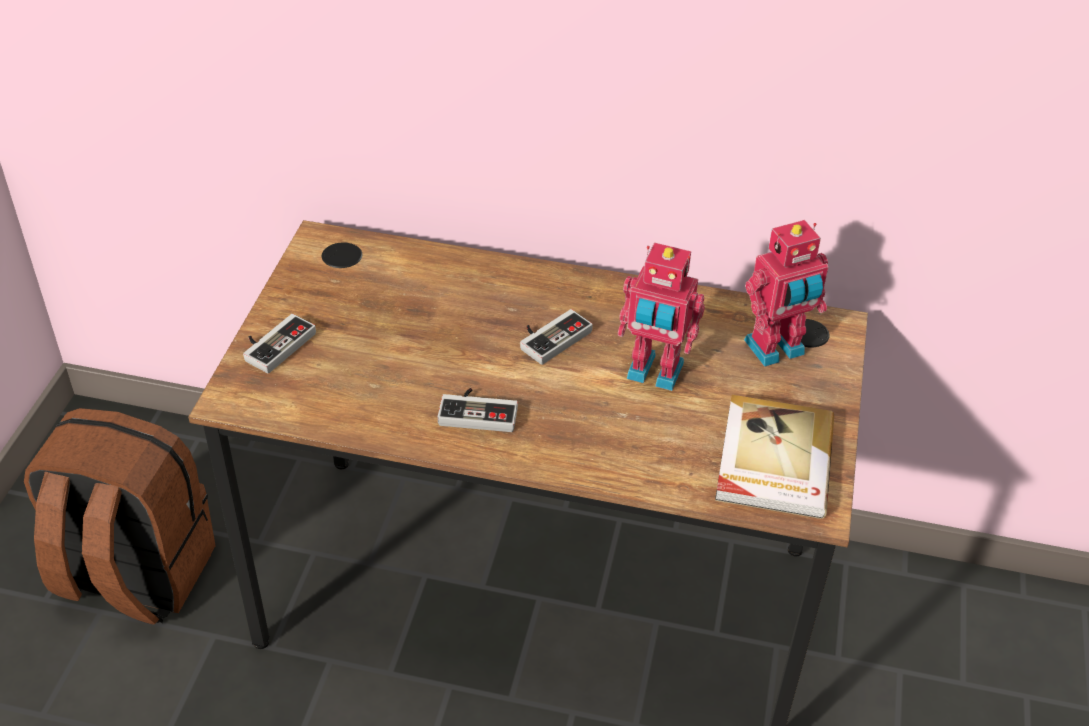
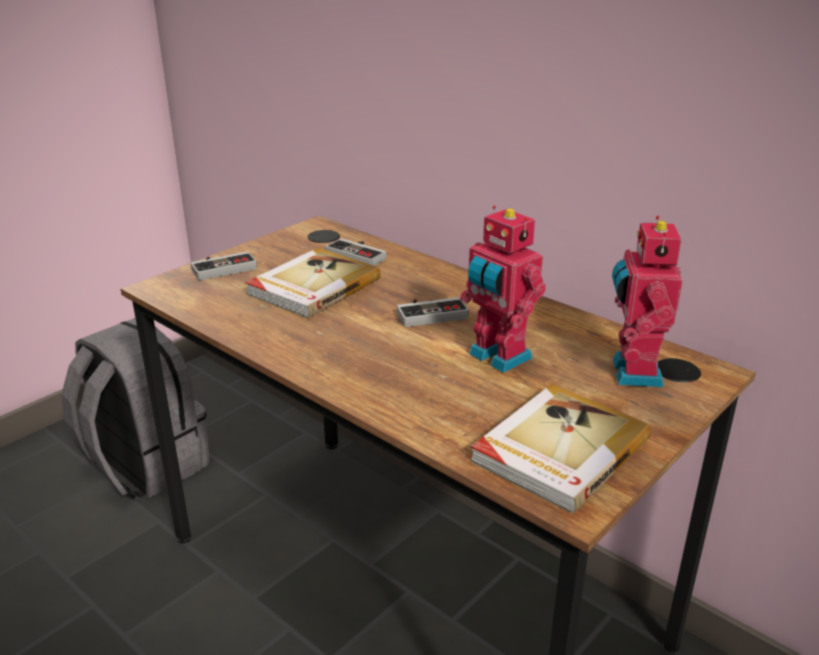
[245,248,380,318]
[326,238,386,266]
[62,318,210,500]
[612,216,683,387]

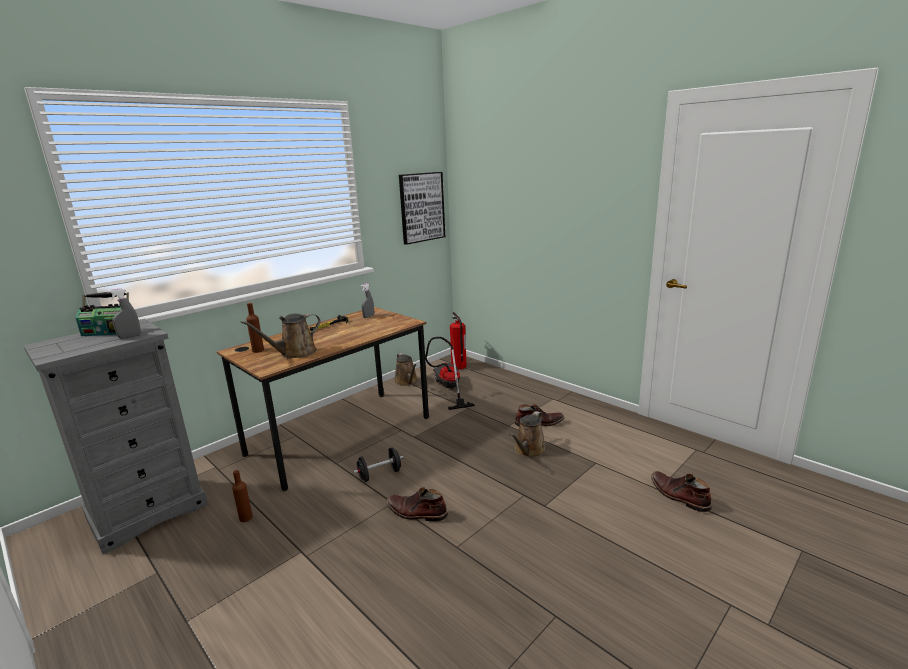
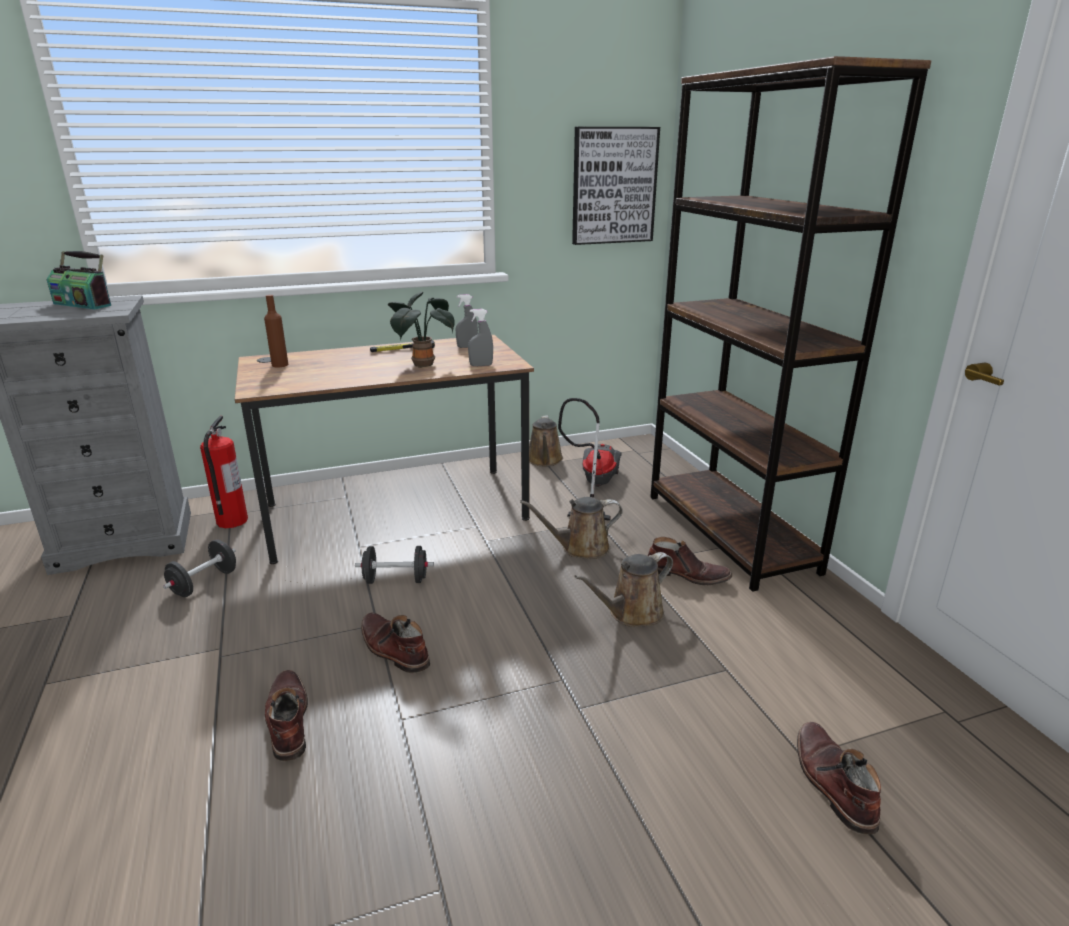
[265,670,308,761]
[388,292,454,368]
[650,56,932,592]
[468,309,493,366]
[520,497,623,559]
[200,415,248,528]
[163,539,236,597]

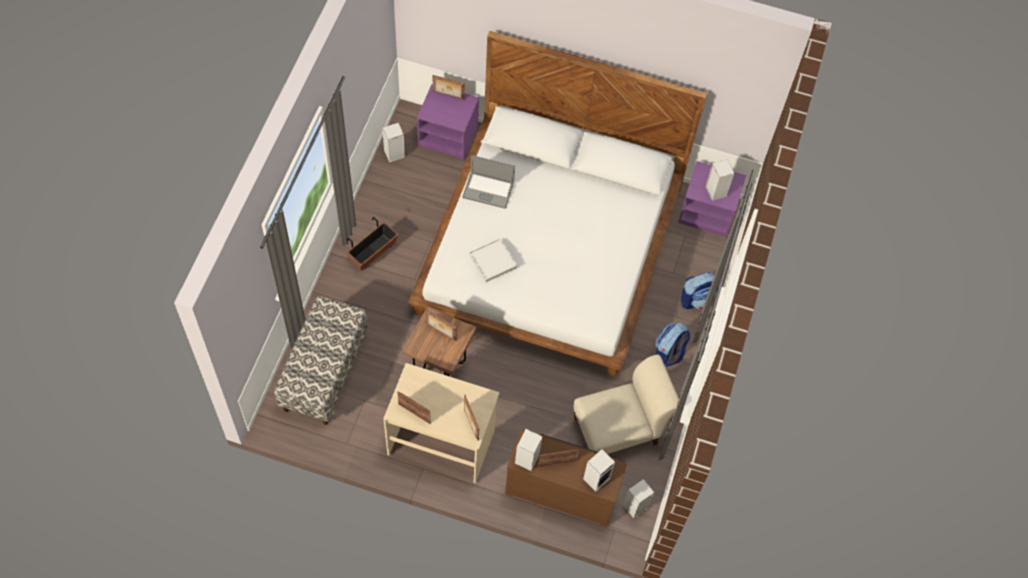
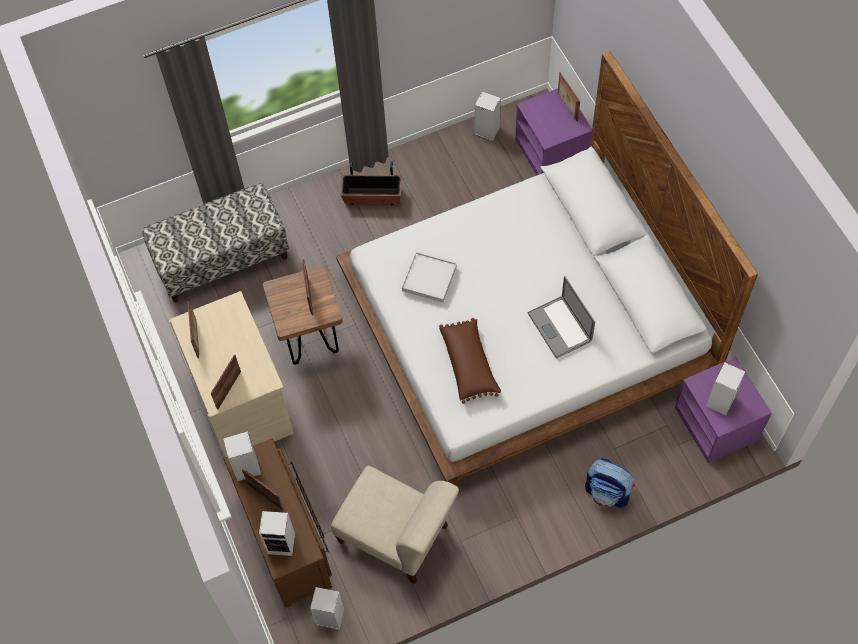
[655,323,690,367] (first image)
[439,318,501,404]
[528,276,595,358]

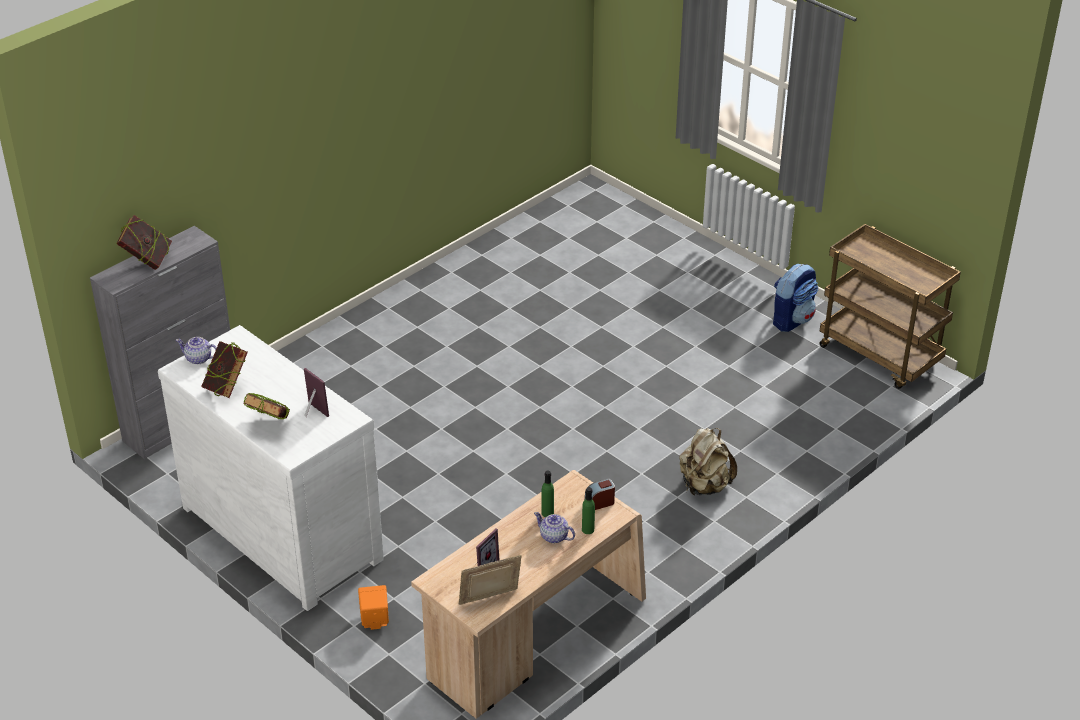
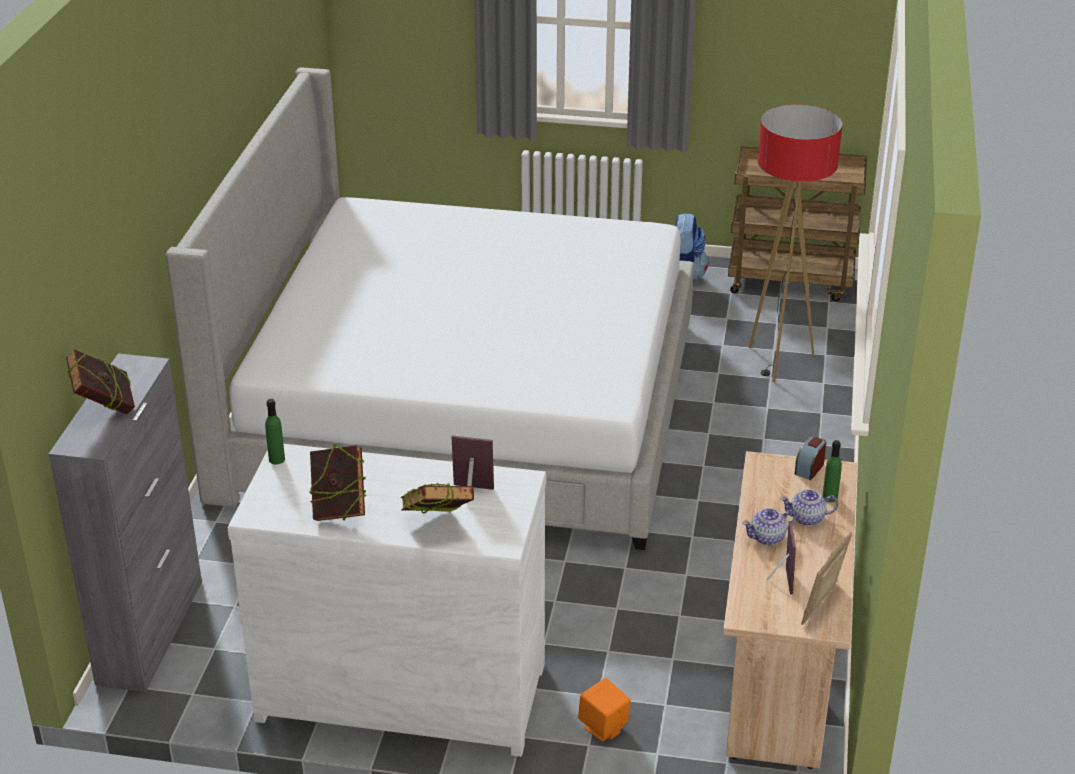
[679,428,737,496] (first image)
[166,67,694,550]
[749,104,843,382]
[742,508,796,545]
[265,399,285,464]

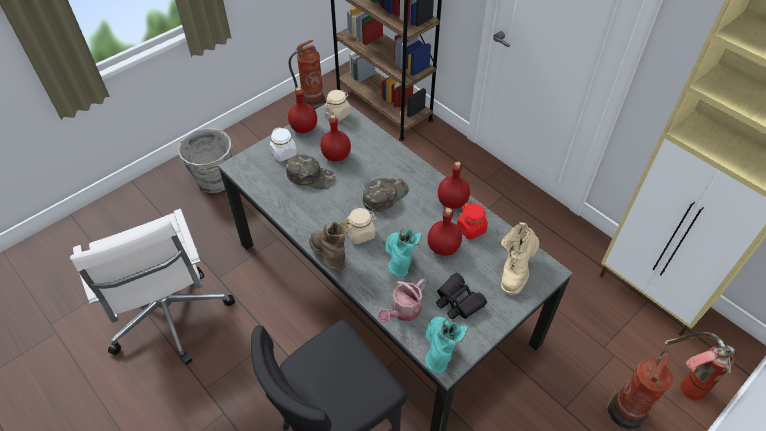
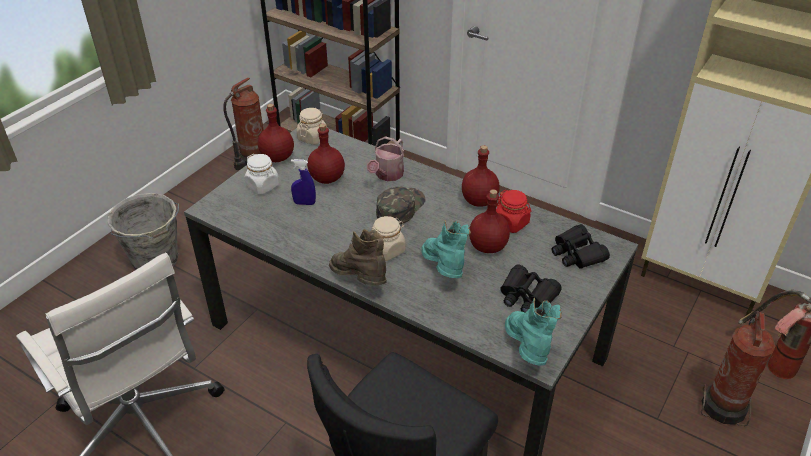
[367,136,404,181]
[291,159,316,205]
[552,224,610,269]

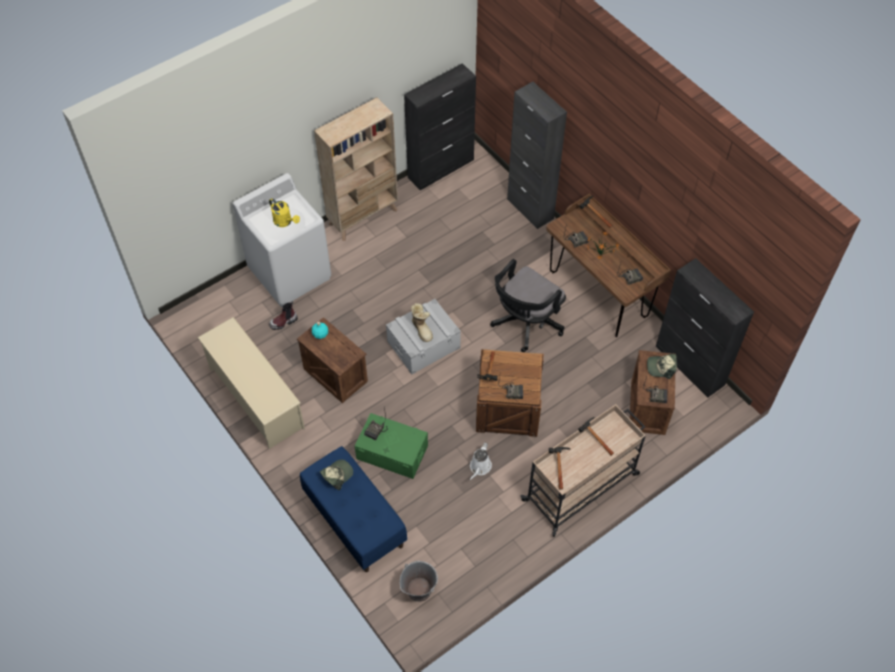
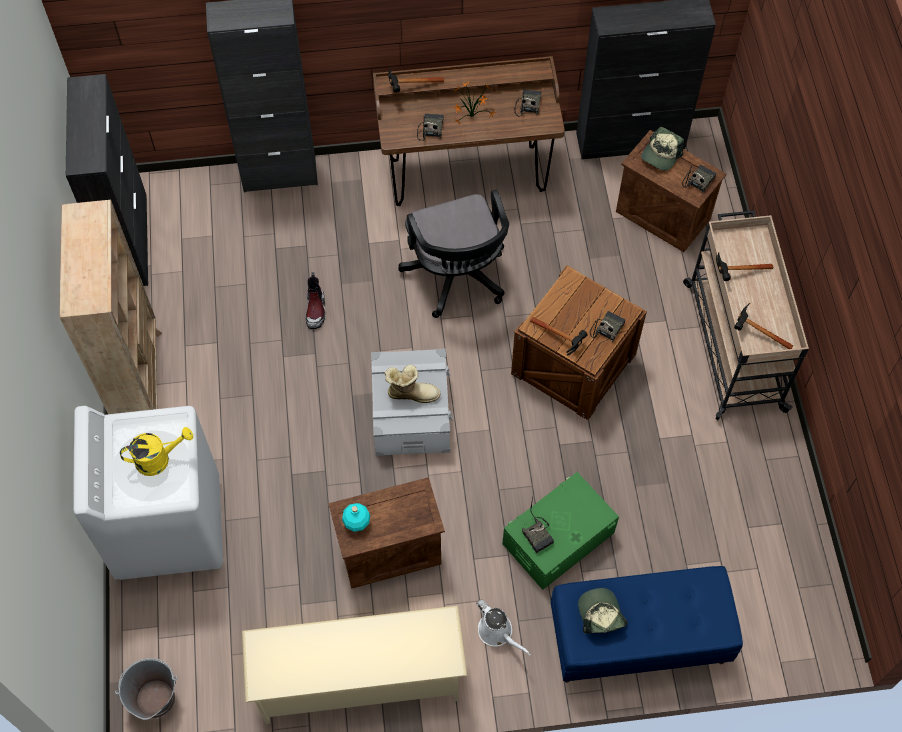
[306,272,325,329]
[115,658,177,720]
[476,599,531,655]

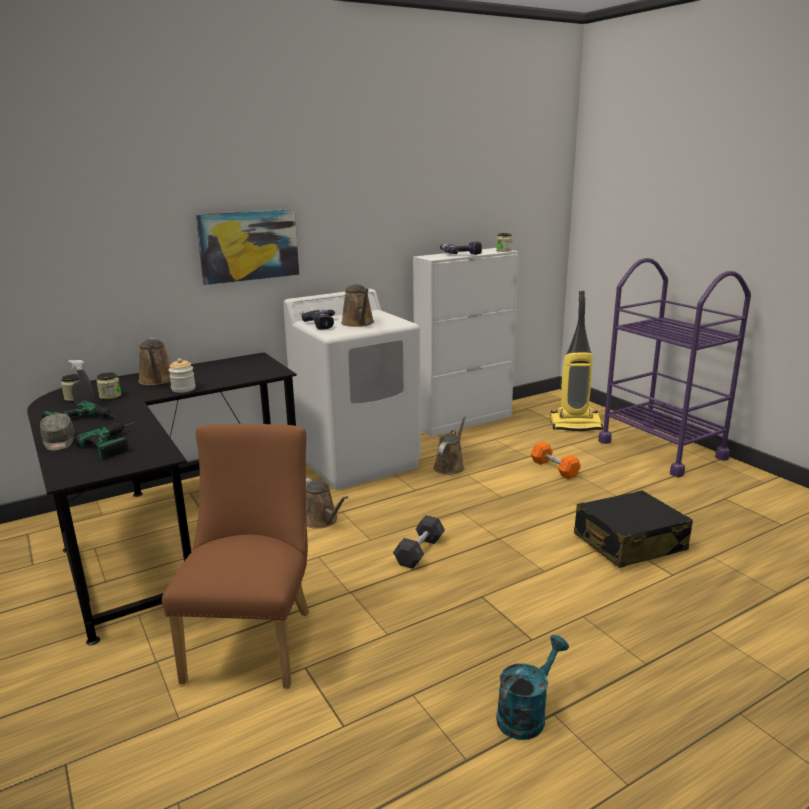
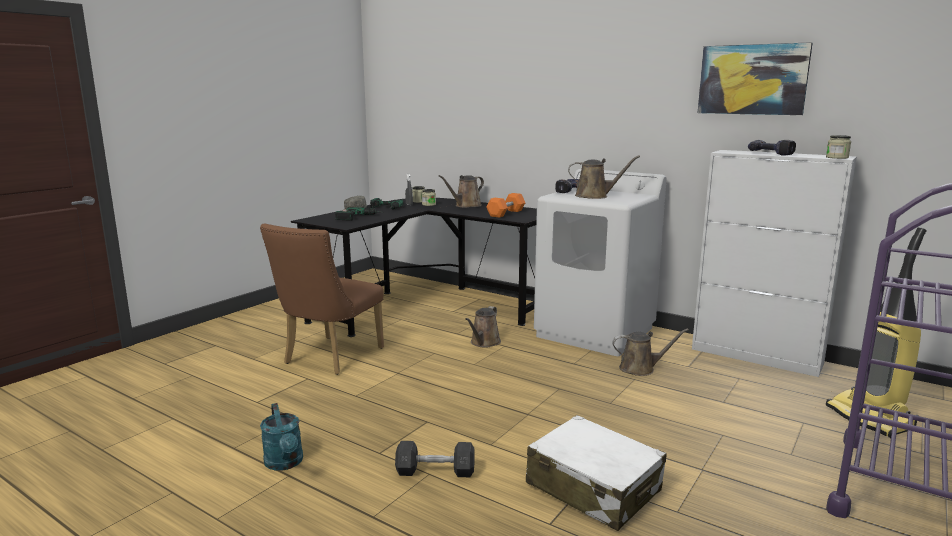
[169,358,196,393] (first image)
[698,42,813,115]
[395,441,475,477]
[486,193,525,218]
[526,415,666,531]
[260,224,384,375]
[568,155,640,199]
[260,403,303,471]

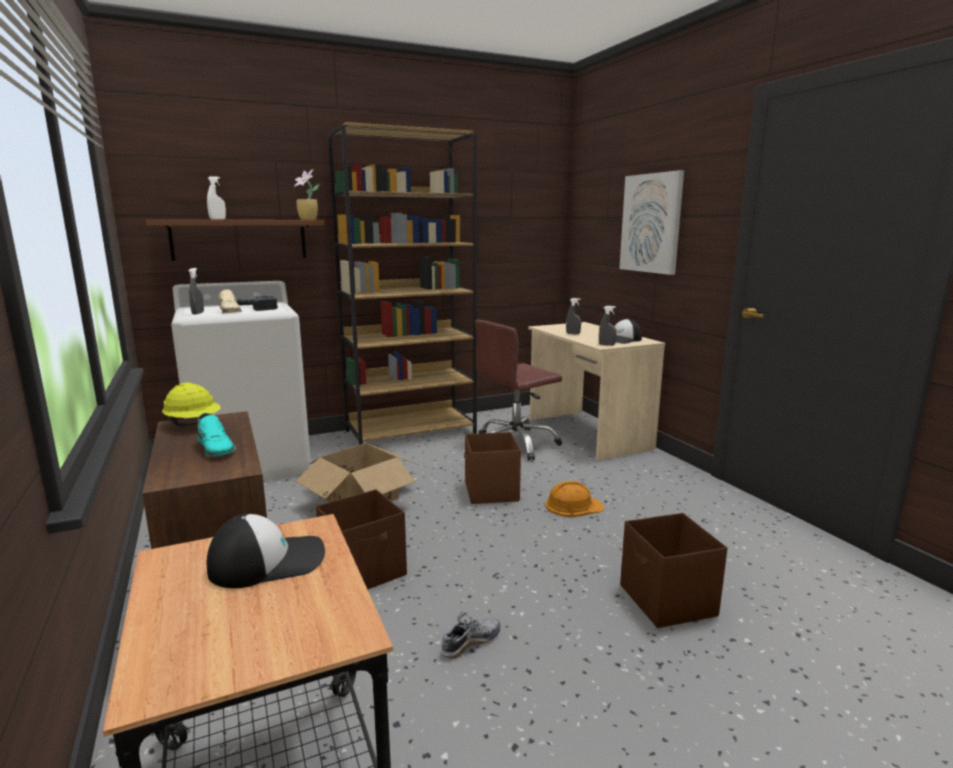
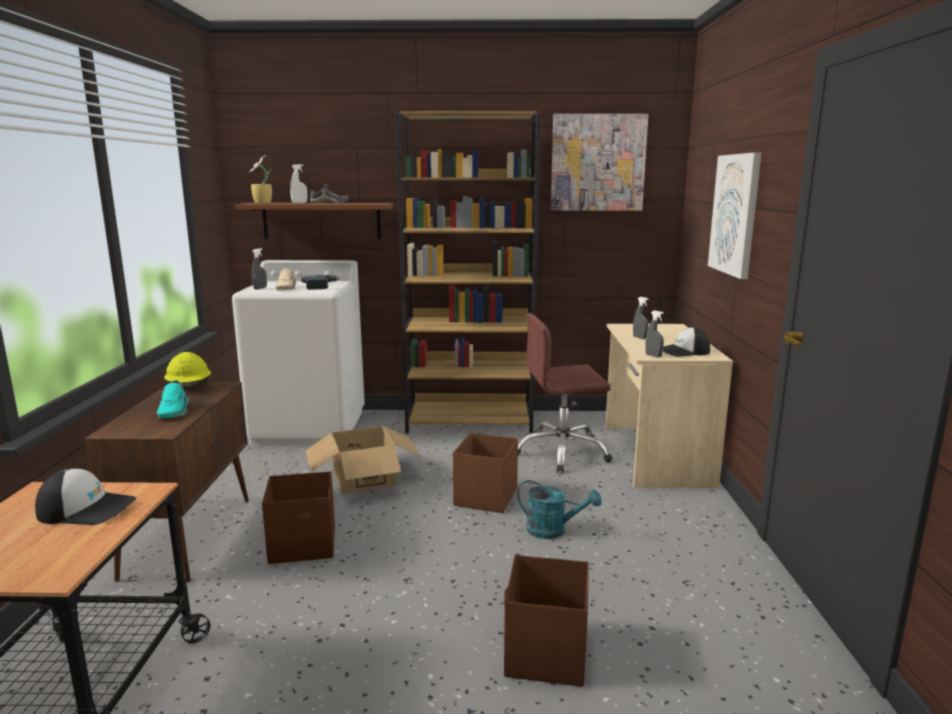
[551,114,649,211]
[249,155,272,204]
[309,184,349,203]
[517,480,602,539]

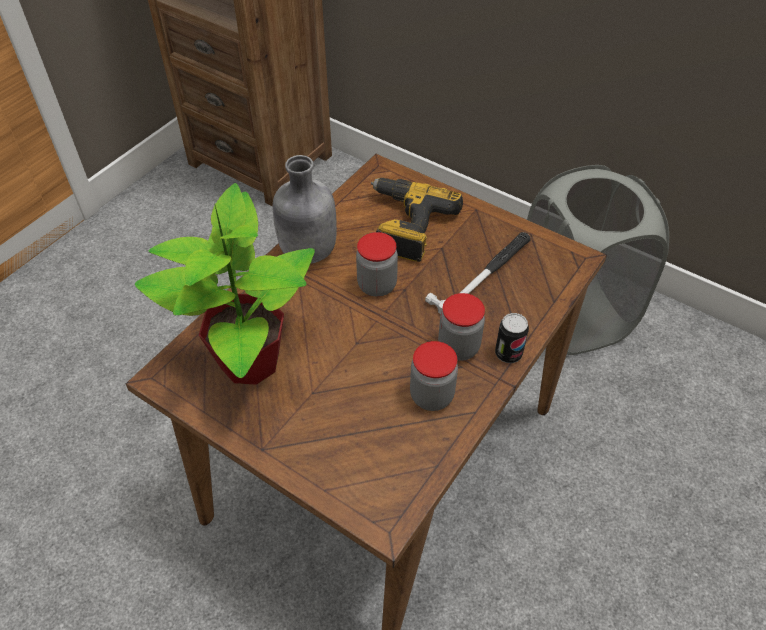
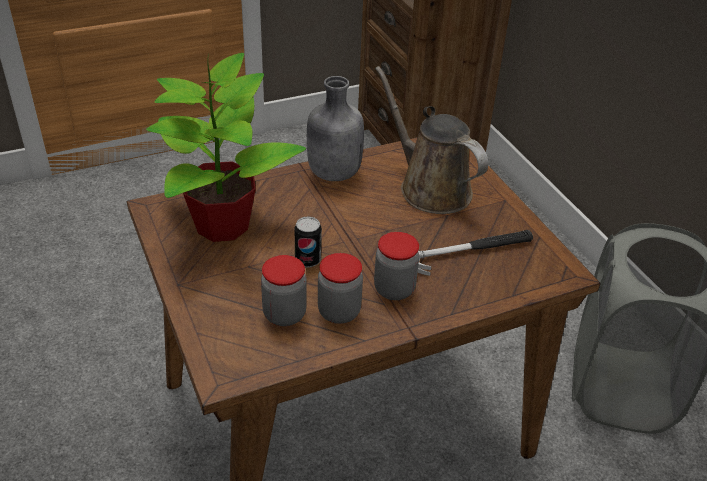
[261,255,307,326]
[295,216,322,268]
[375,66,488,214]

